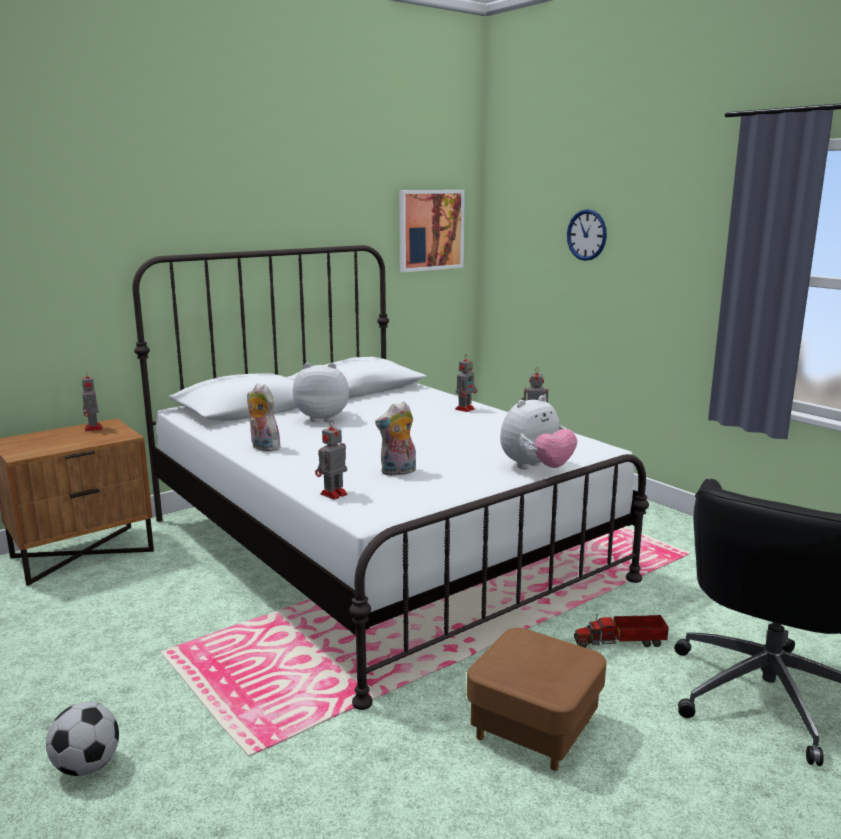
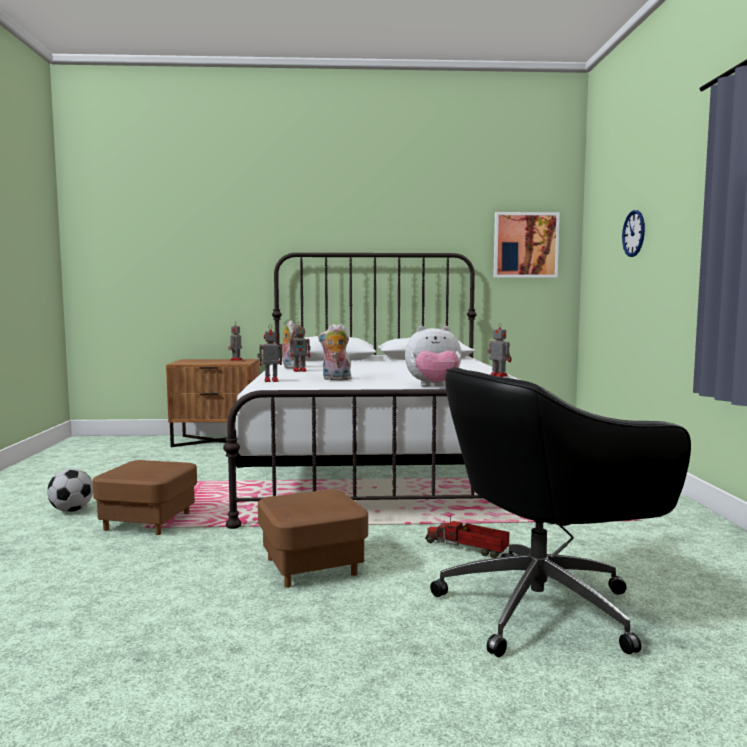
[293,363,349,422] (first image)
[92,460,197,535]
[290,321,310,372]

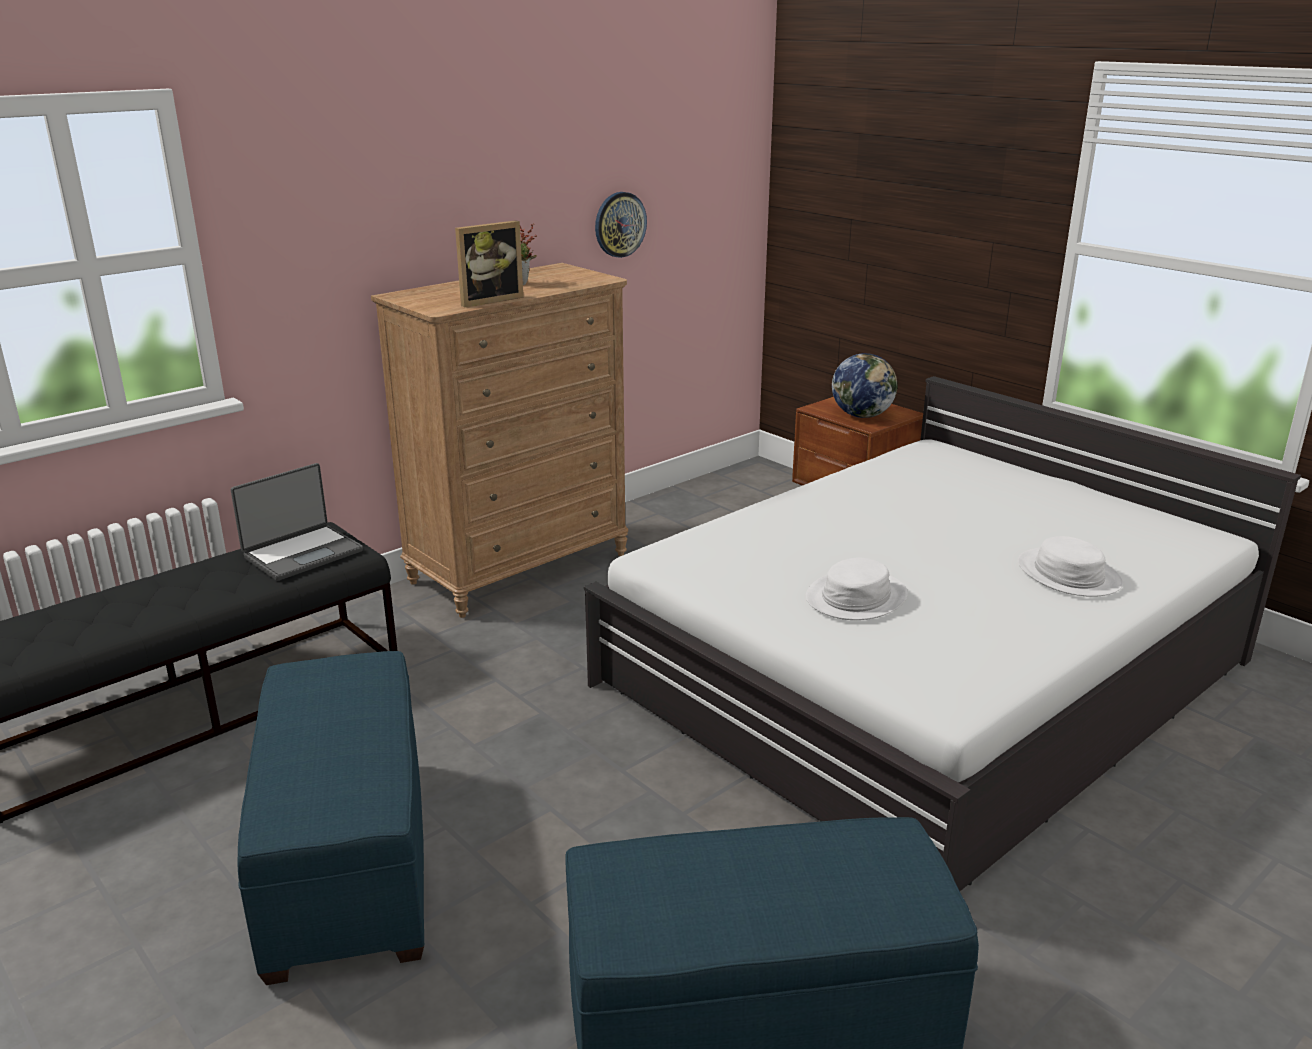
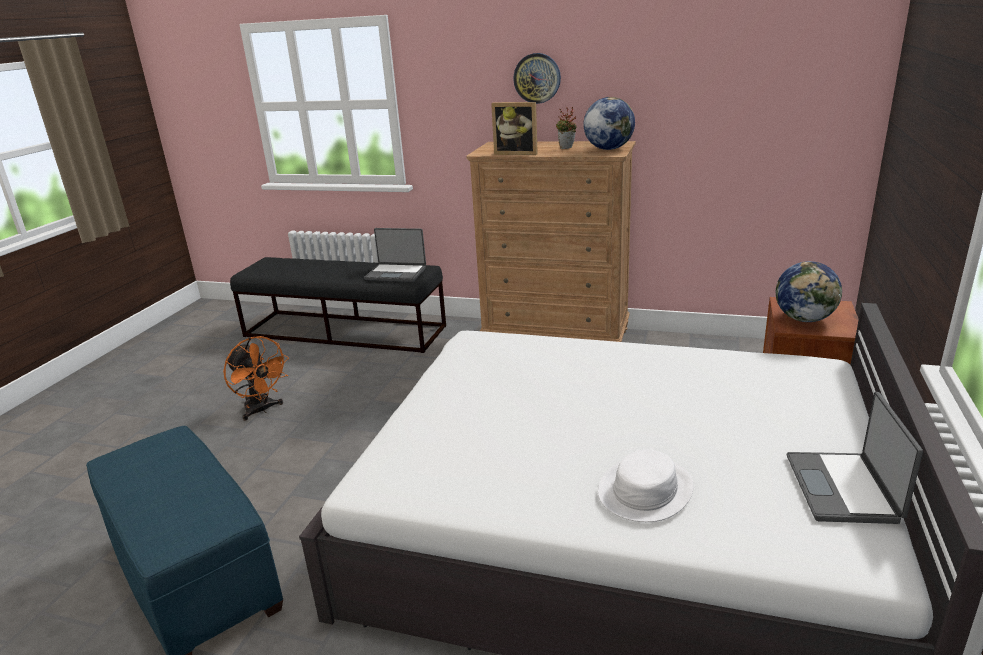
[806,557,908,620] (first image)
[583,97,635,150]
[787,392,923,524]
[513,53,561,104]
[223,336,289,421]

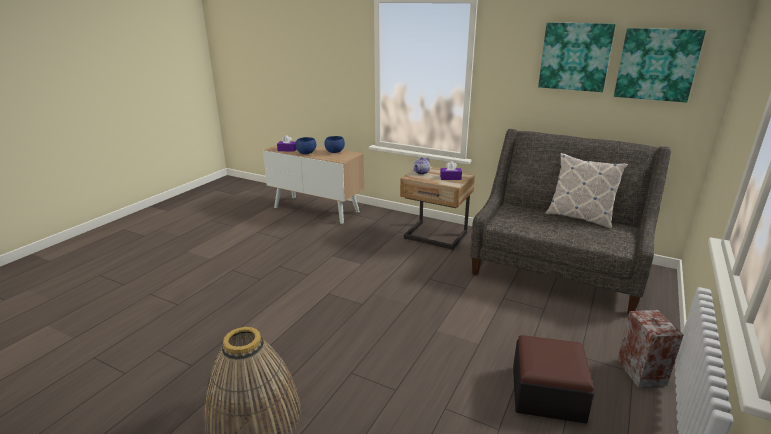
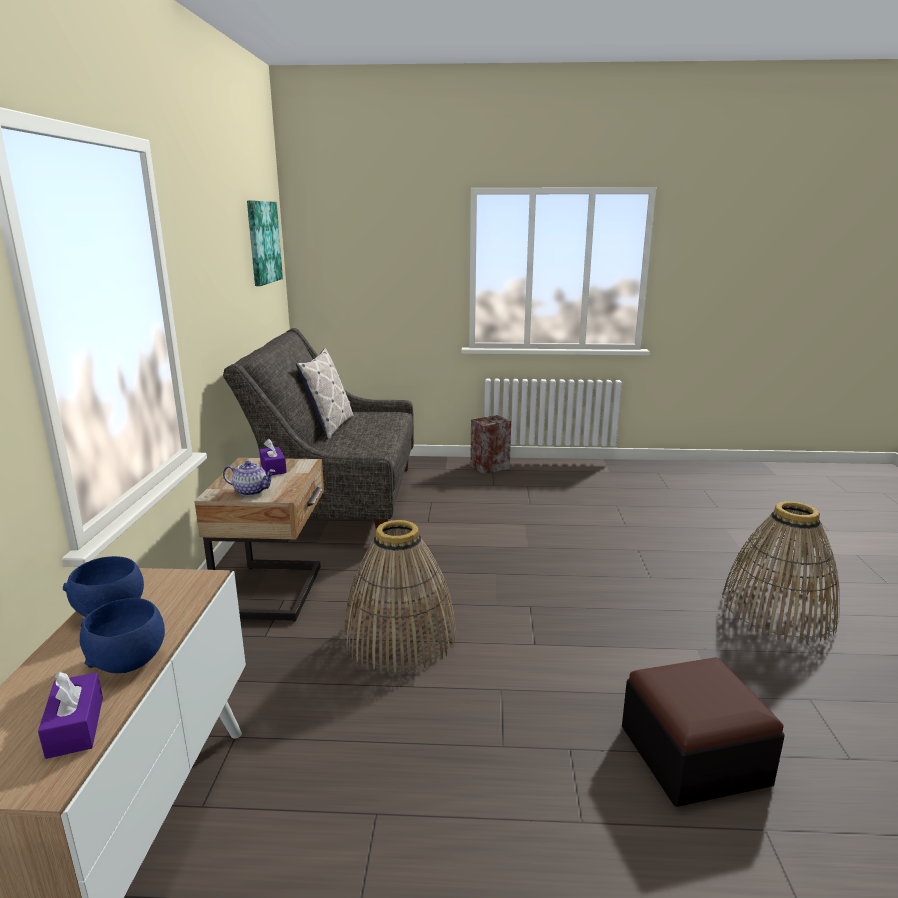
[538,22,616,92] (first image)
[344,520,456,672]
[622,657,785,807]

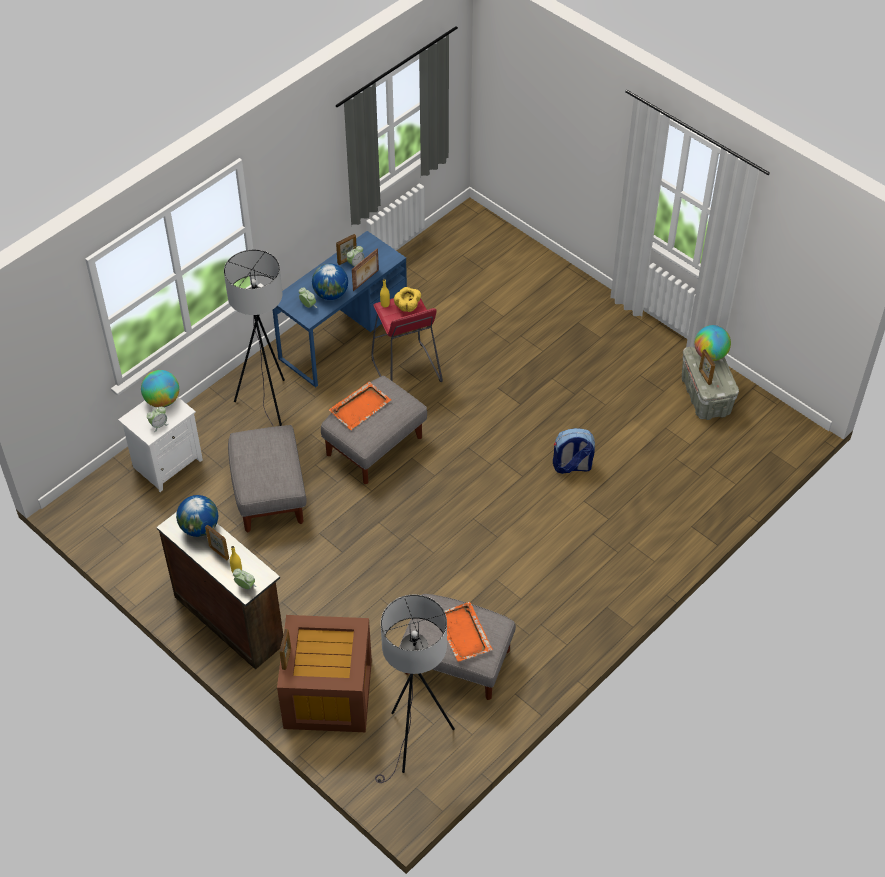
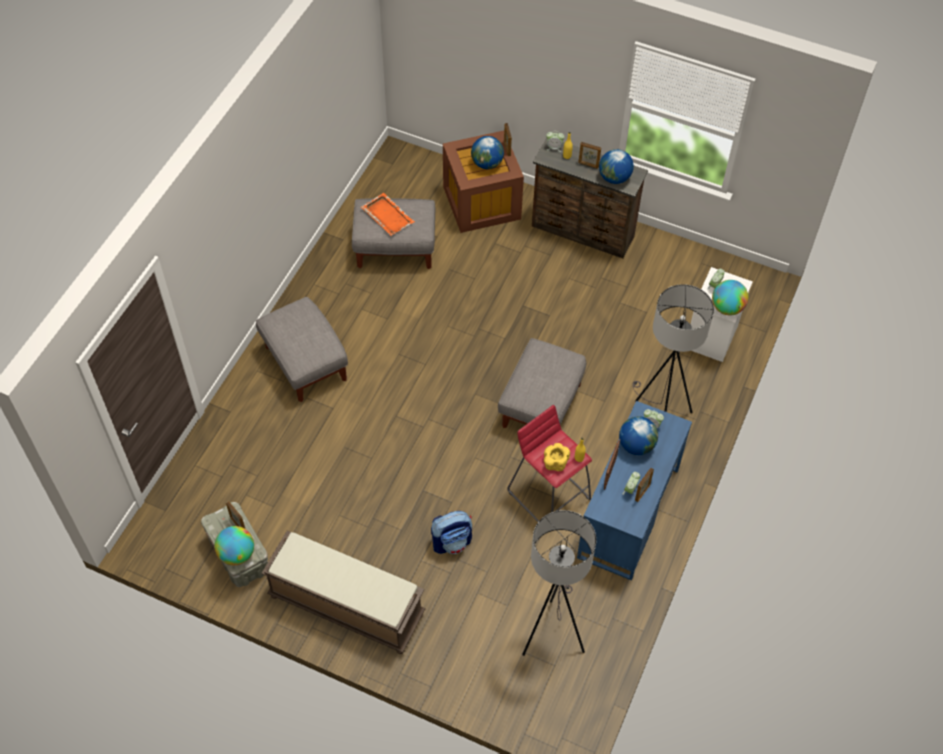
[329,381,391,430] (first image)
[261,531,425,654]
[471,136,504,169]
[256,297,348,402]
[522,510,596,656]
[431,511,472,554]

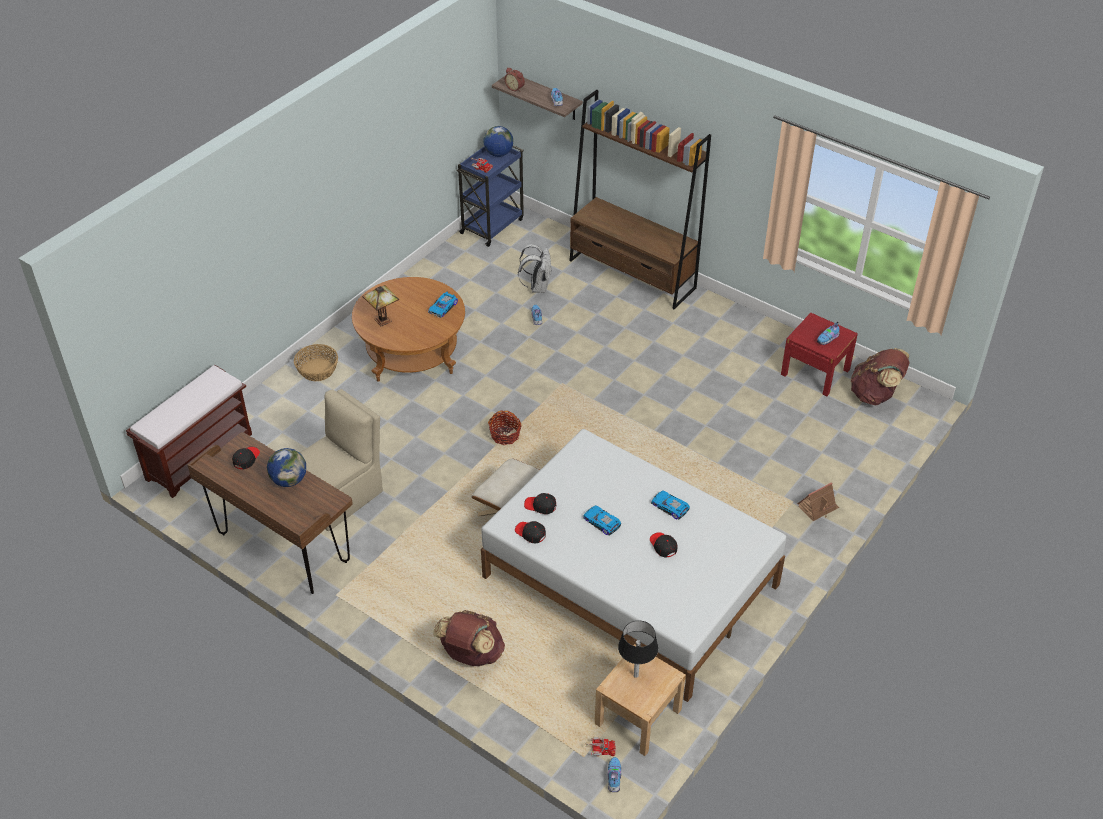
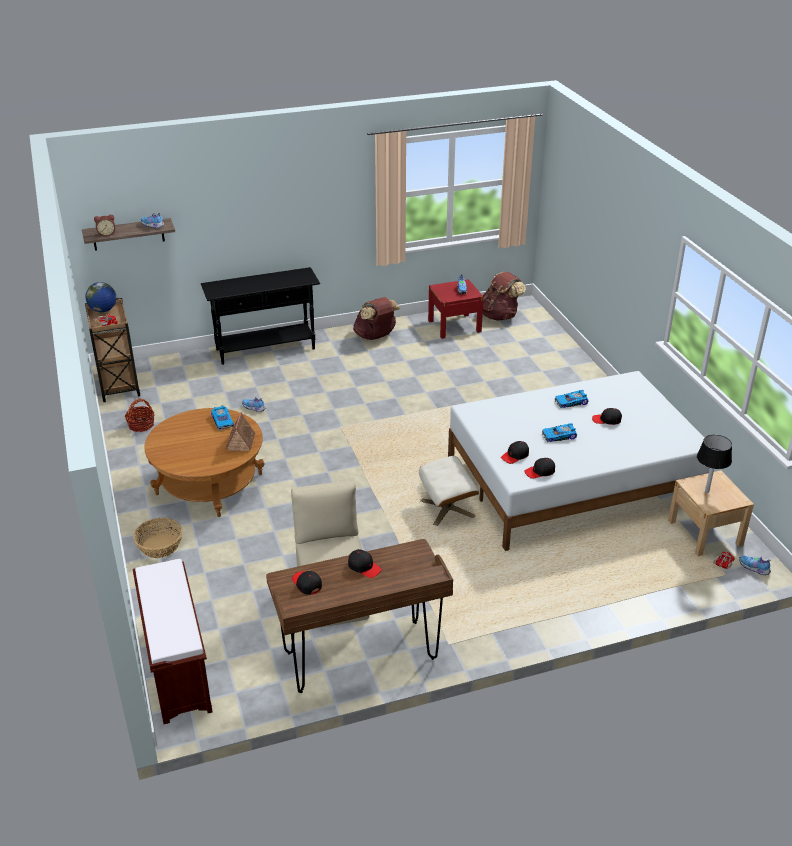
[362,285,399,326] (first image)
[518,244,552,293] (first image)
[353,297,401,340]
[125,399,155,432]
[226,412,255,451]
[348,549,382,578]
[201,267,320,365]
[85,298,140,402]

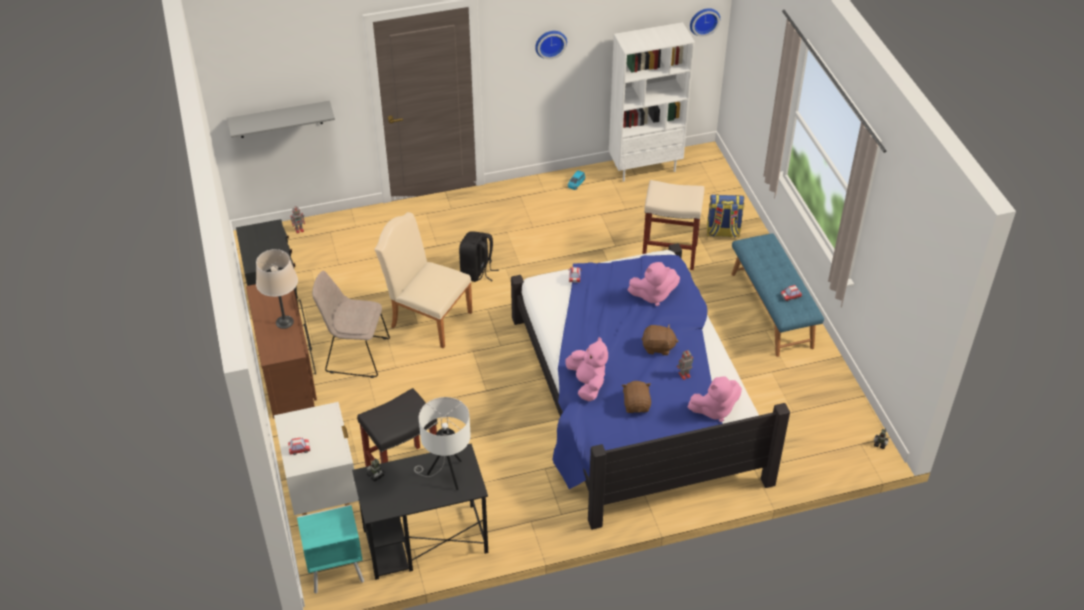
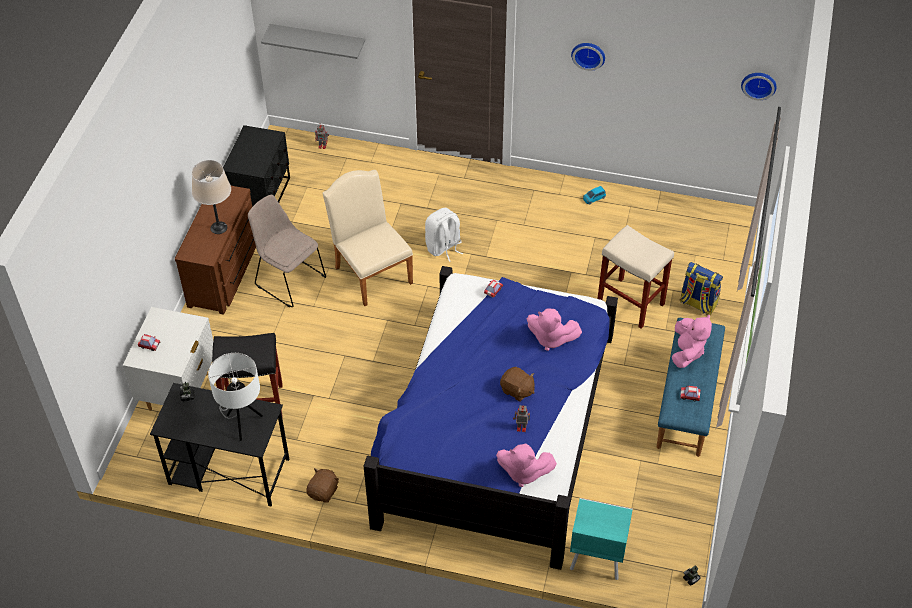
[609,22,695,182] (first image)
[570,498,633,580]
[672,315,712,368]
[306,468,339,503]
[425,208,463,262]

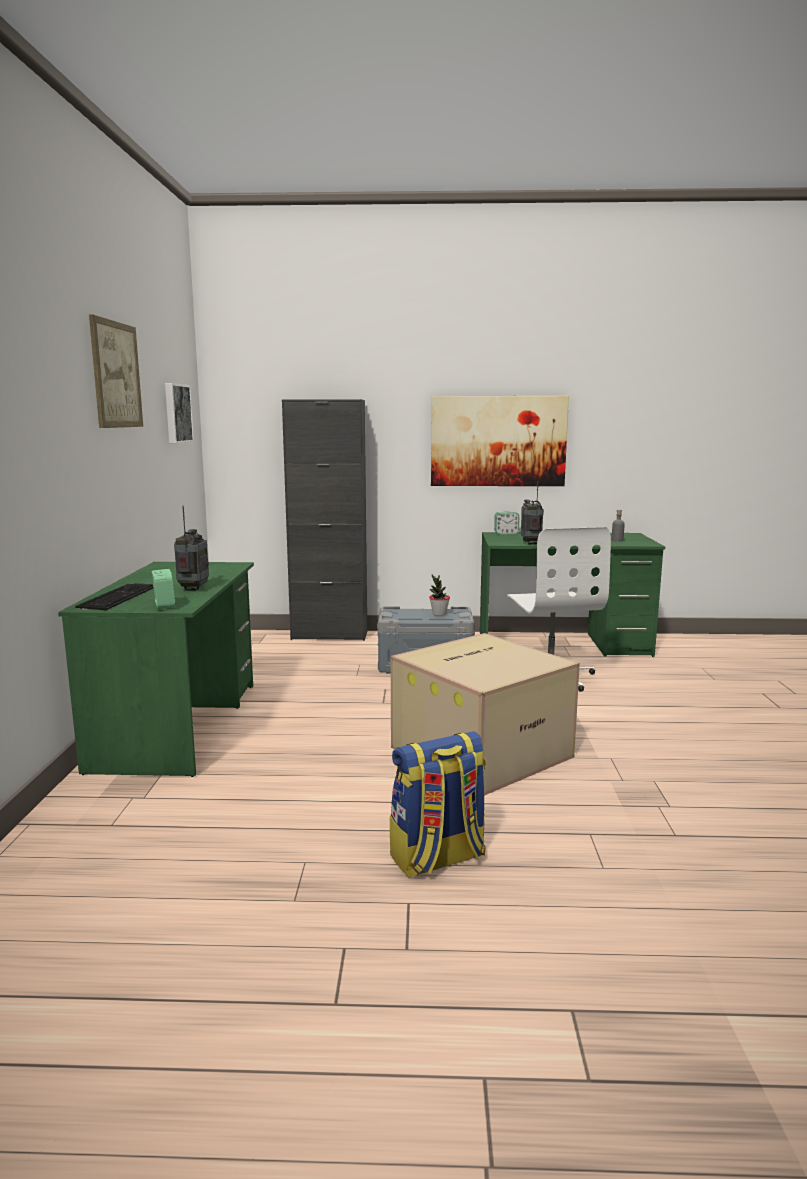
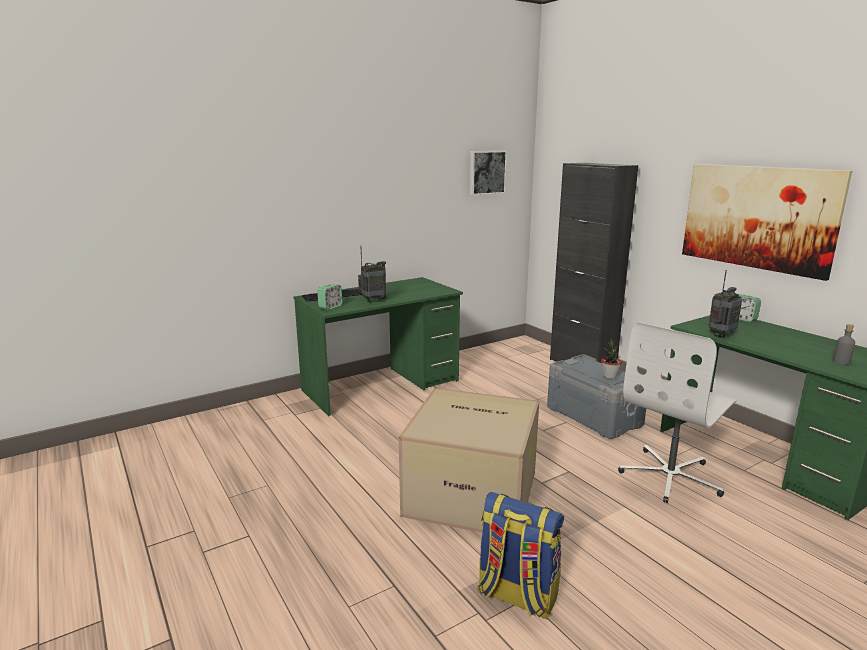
[89,315,143,428] (first image)
[478,492,564,619]

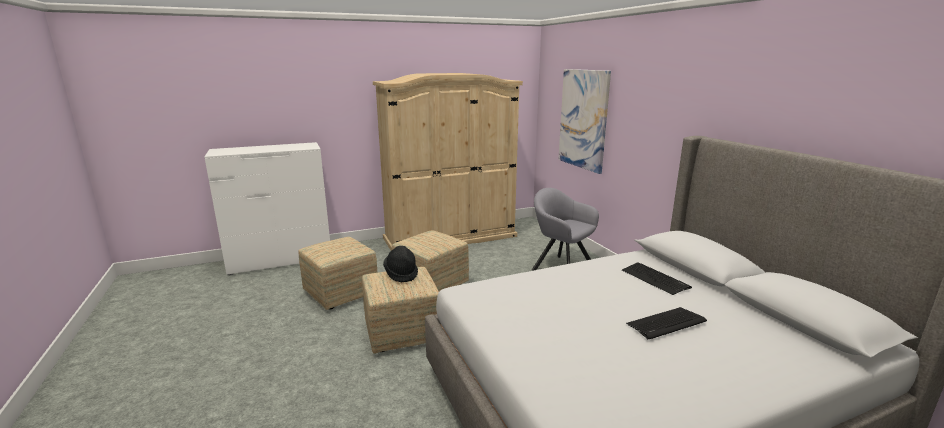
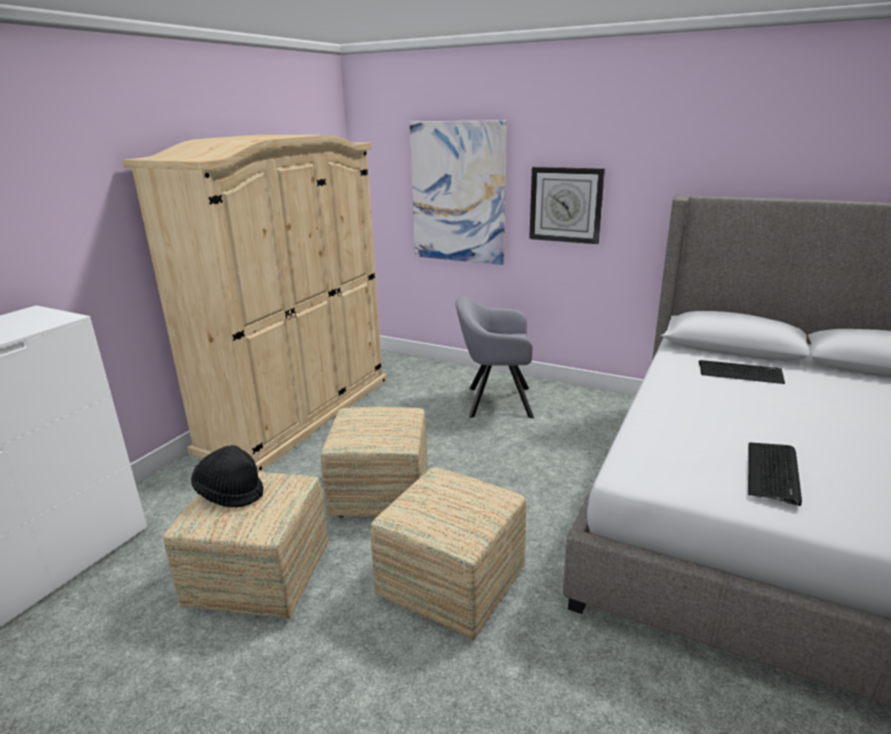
[529,167,605,244]
[191,445,264,508]
[748,442,802,506]

